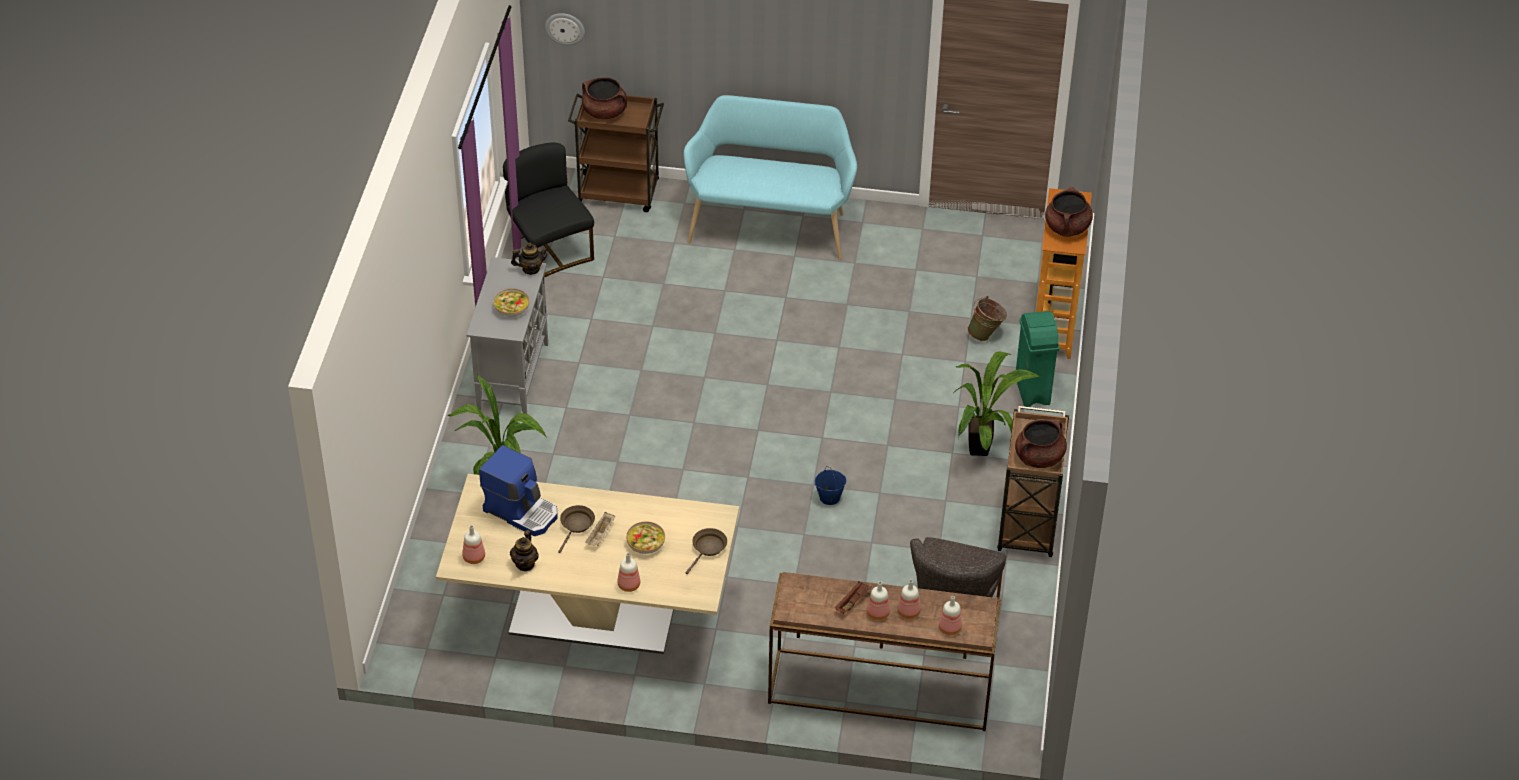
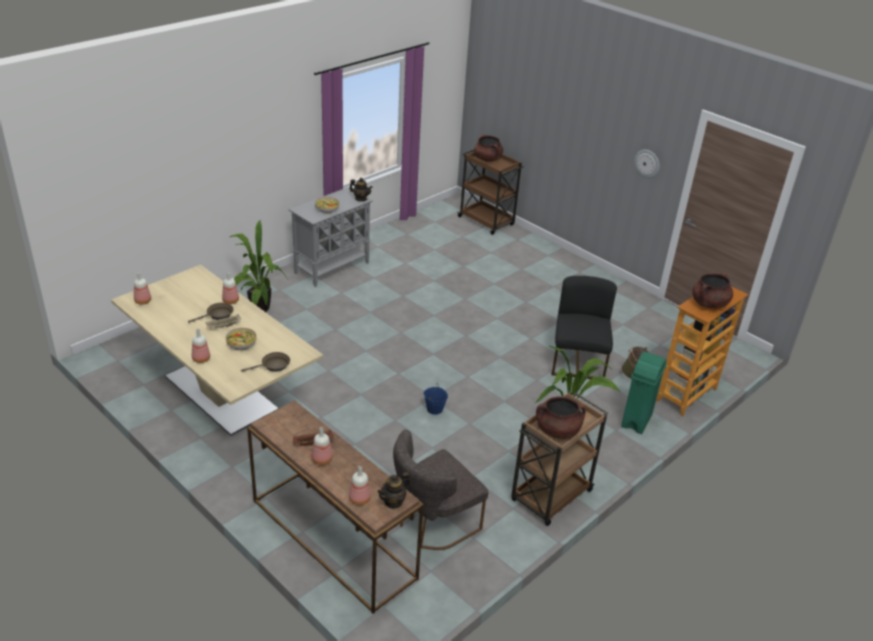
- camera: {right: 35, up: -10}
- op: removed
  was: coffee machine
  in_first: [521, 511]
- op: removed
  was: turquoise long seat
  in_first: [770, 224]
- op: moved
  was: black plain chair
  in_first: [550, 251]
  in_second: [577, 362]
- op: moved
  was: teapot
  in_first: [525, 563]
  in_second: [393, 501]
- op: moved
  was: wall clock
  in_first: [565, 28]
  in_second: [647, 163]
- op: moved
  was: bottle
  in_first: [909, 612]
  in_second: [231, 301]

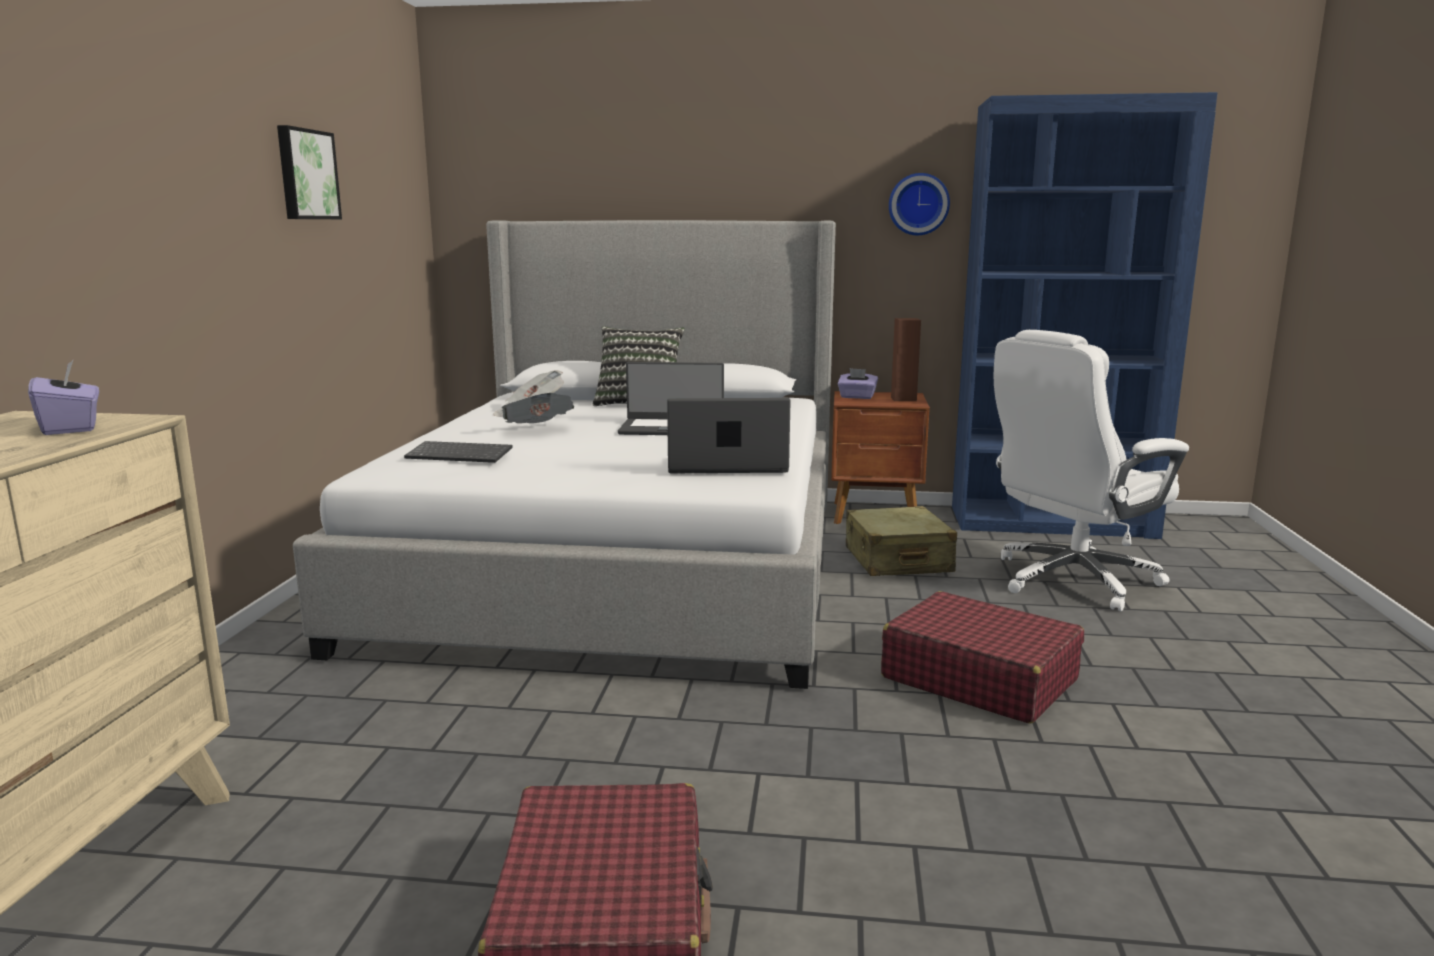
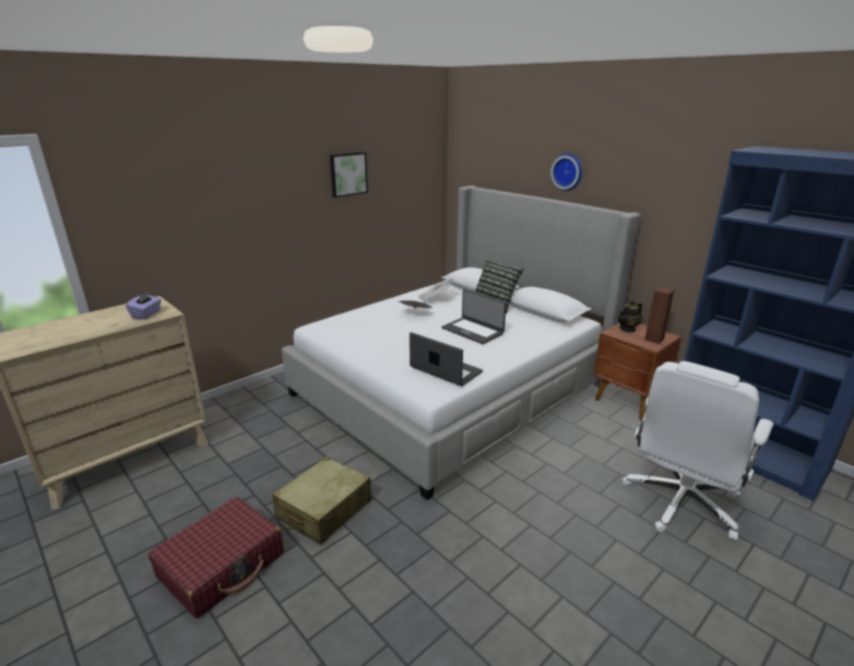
- camera: {right: 40, up: 10}
- op: removed
  was: computer keyboard
  in_first: [461, 454]
- op: removed
  was: red-coloured suitcase
  in_first: [978, 678]
- op: moved
  was: sand-coloured suitcase
  in_first: [897, 560]
  in_second: [324, 510]
- op: moved
  was: wall clock
  in_first: [918, 204]
  in_second: [568, 172]
- op: replaced
  was: purplish box of tissues
  now: teapot
  in_first: [857, 397]
  in_second: [627, 329]
- op: turned
  was: white-coloured desk chair
  in_first: [1072, 580]
  in_second: [681, 503]
  clockwise: -60

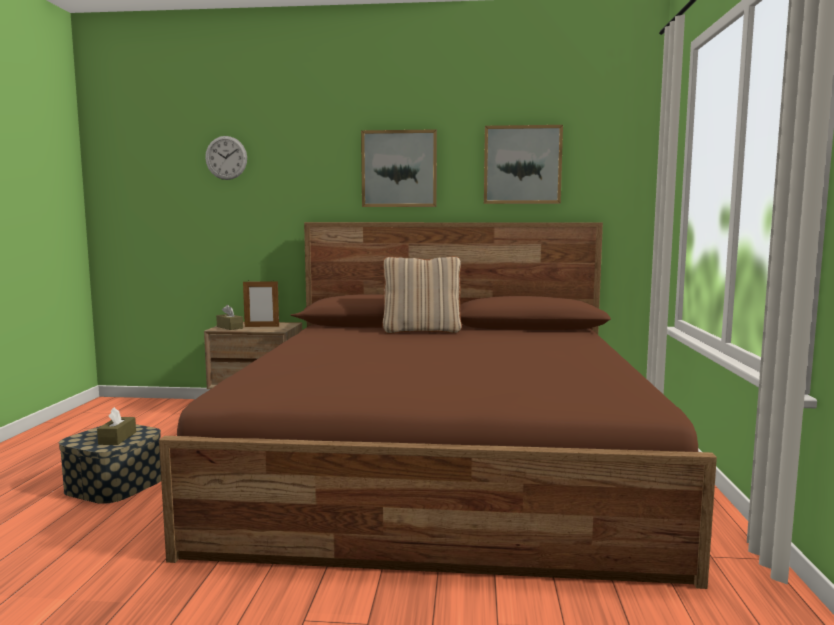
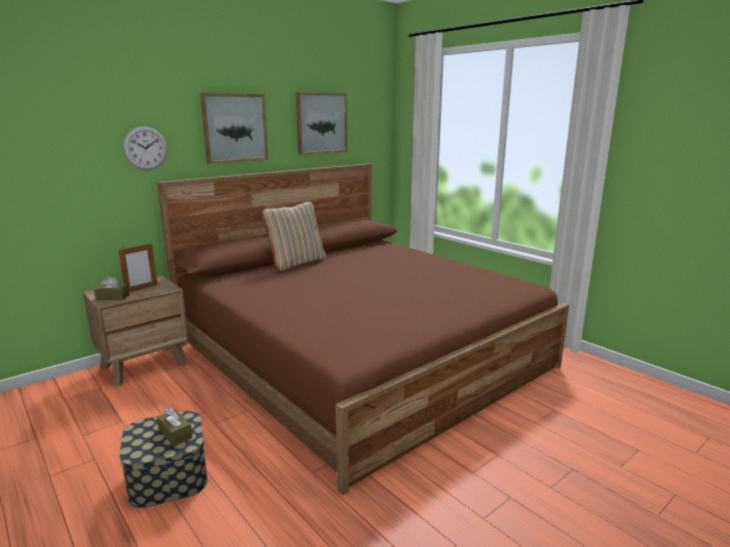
- camera: {right: -45, up: 10}
- op: moved
  was: wall clock
  in_first: [226, 158]
  in_second: [145, 148]

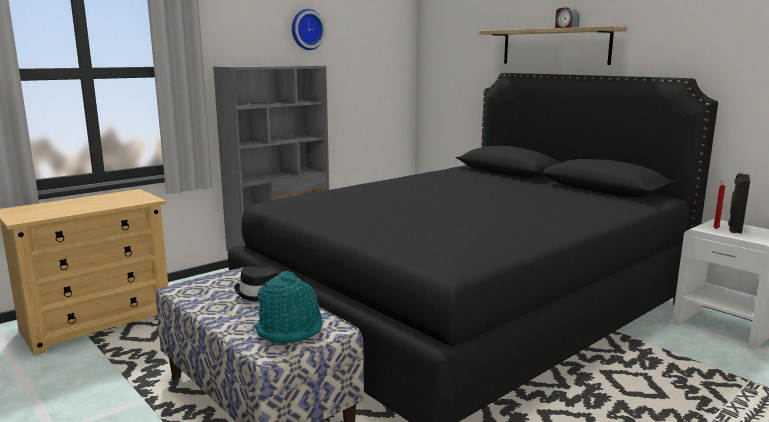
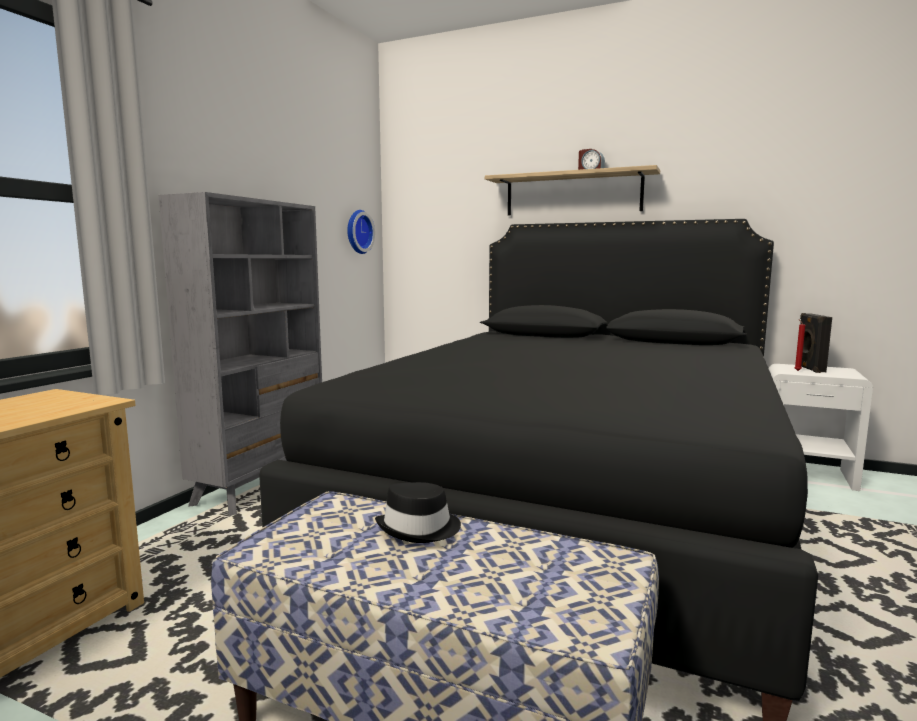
- camera: {right: -25, up: -5}
- op: removed
  was: turquoise clothing hat
  in_first: [290, 328]
- op: moved
  was: wall clock
  in_first: [306, 29]
  in_second: [357, 232]

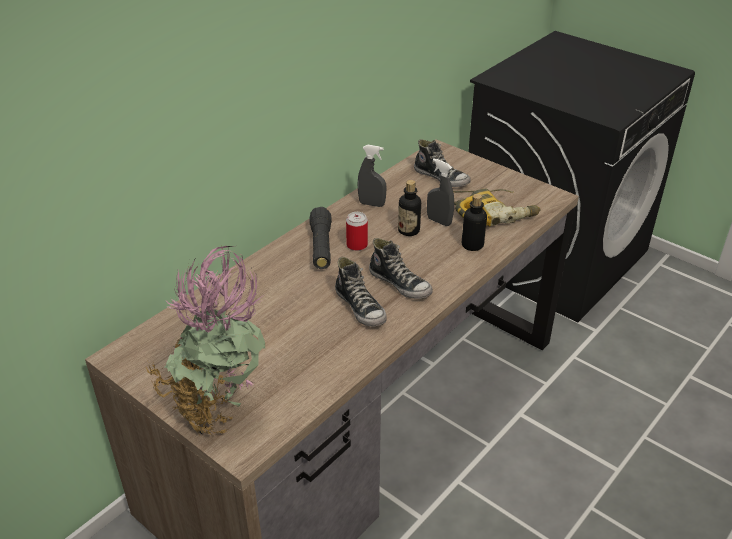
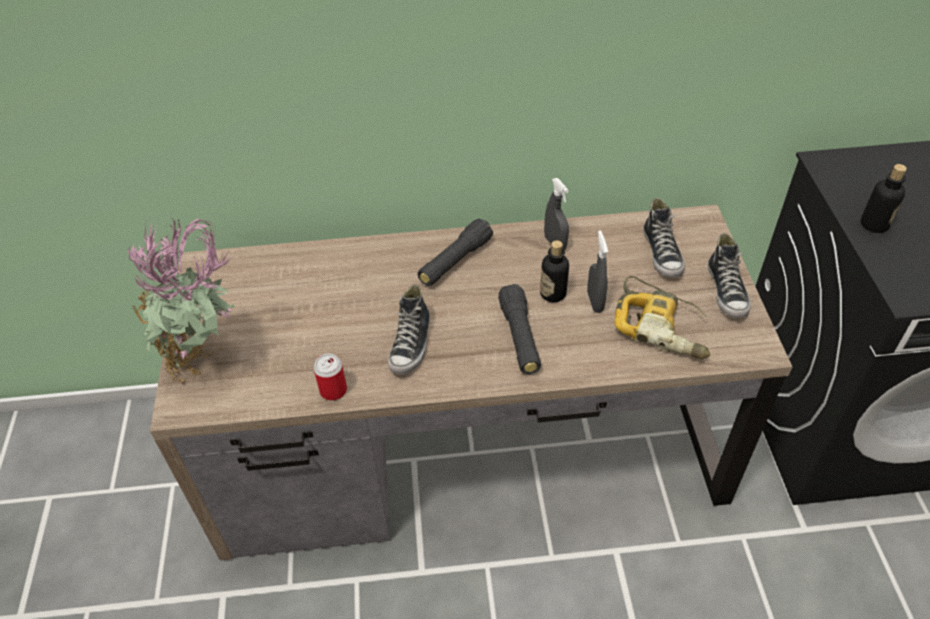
- camera: {right: 45, up: 10}
- op: added
  now: black flashlight
  in_second: [520, 337]
- op: moved
  was: sealed can
  in_first: [357, 245]
  in_second: [333, 390]
- op: moved
  was: low shoe
  in_first: [400, 284]
  in_second: [727, 292]
- op: moved
  was: bottle
  in_first: [472, 245]
  in_second: [874, 224]

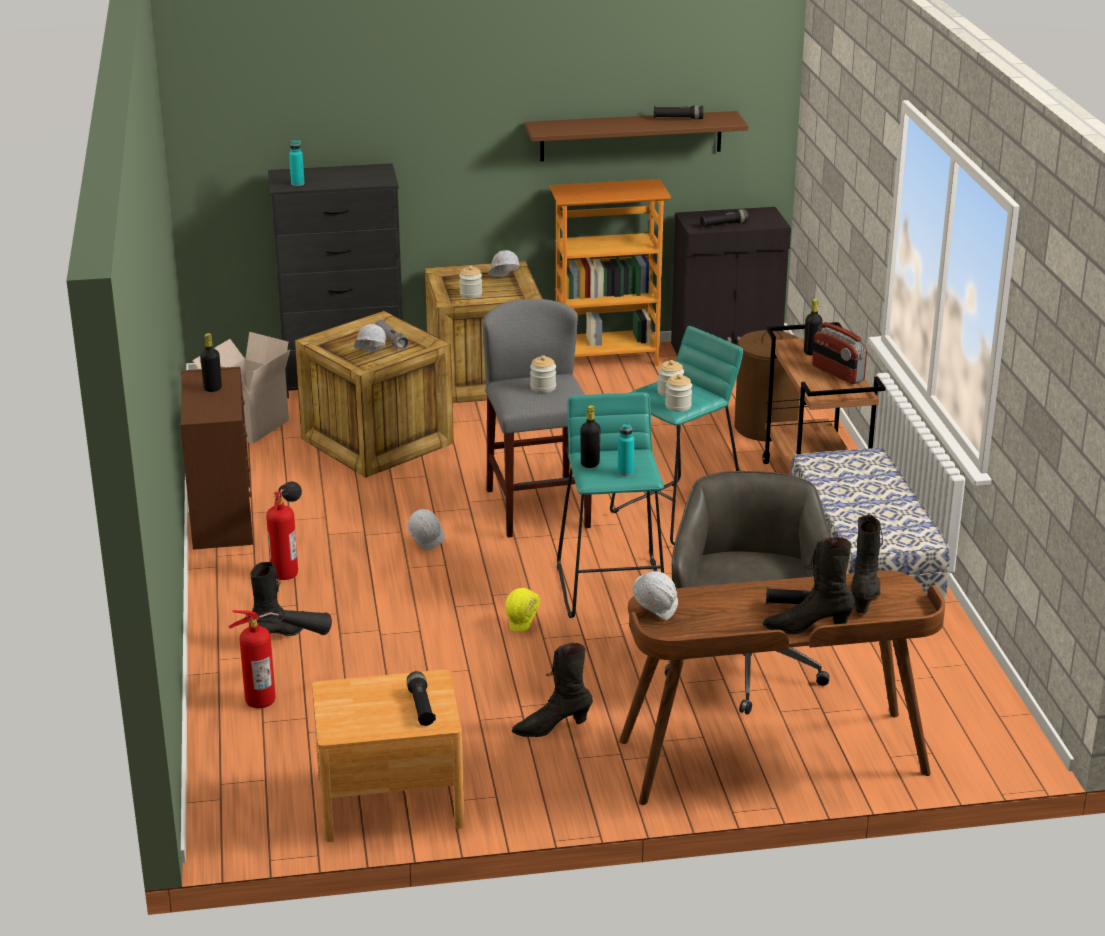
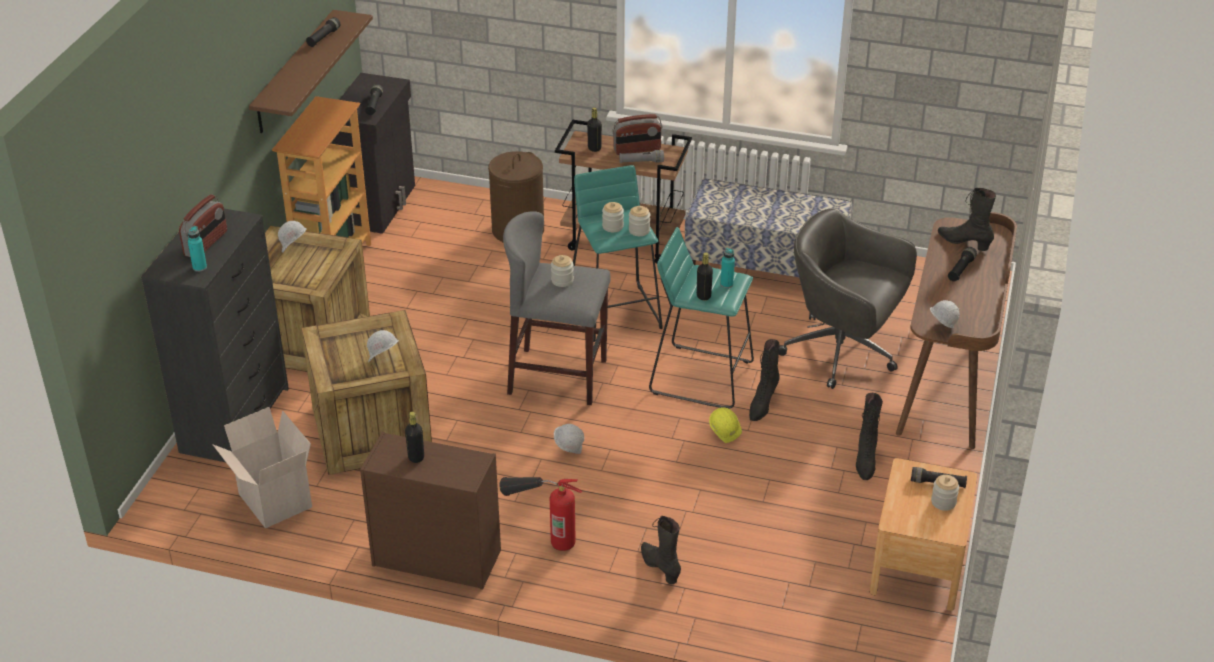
- camera: {right: -65, up: 10}
- op: removed
  was: fire extinguisher
  in_first: [285, 690]
- op: added
  now: radio
  in_second: [206, 243]
- op: moved
  was: gray flashlight
  in_first: [391, 340]
  in_second: [641, 162]
- op: moved
  was: storage jar
  in_first: [471, 294]
  in_second: [943, 502]
- op: moved
  was: black high-top boot
  in_first: [807, 627]
  in_second: [762, 404]

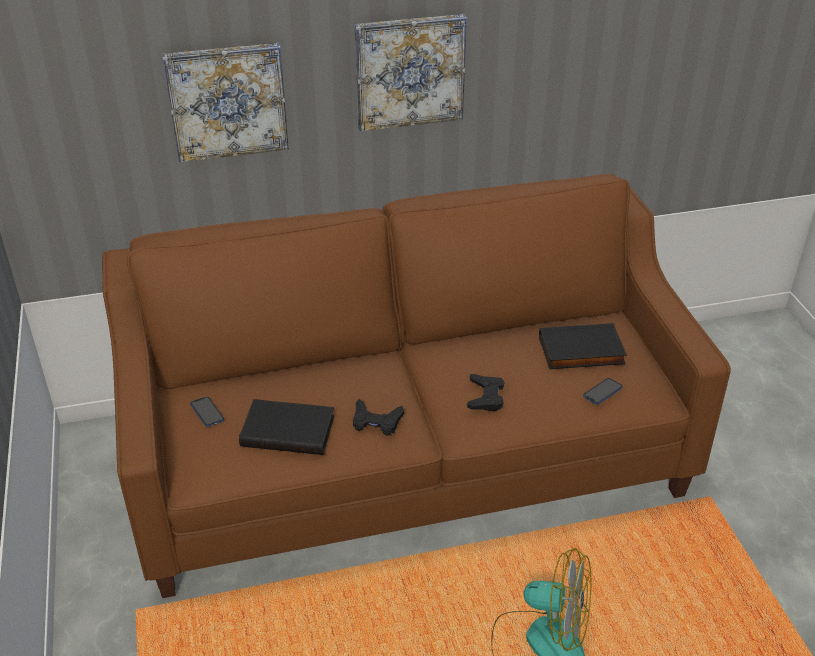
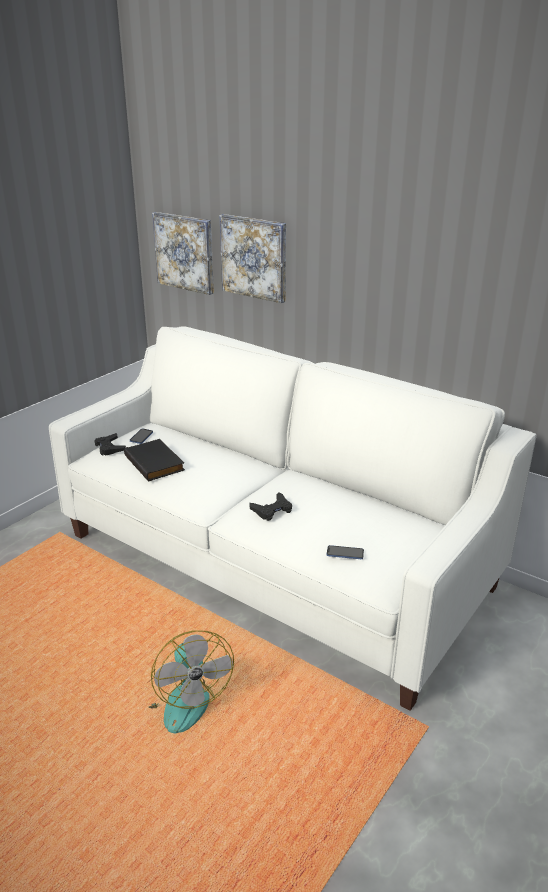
- camera: {right: 50, up: -10}
- op: removed
  was: black book
  in_first: [581, 352]
- op: moved
  was: black game controller
  in_first: [376, 421]
  in_second: [109, 448]
- op: moved
  was: picture
  in_first: [409, 71]
  in_second: [185, 252]
- op: recoloured
  was: brown-coloured couch
  now: white-coloured couch
  in_first: [407, 457]
  in_second: [275, 560]

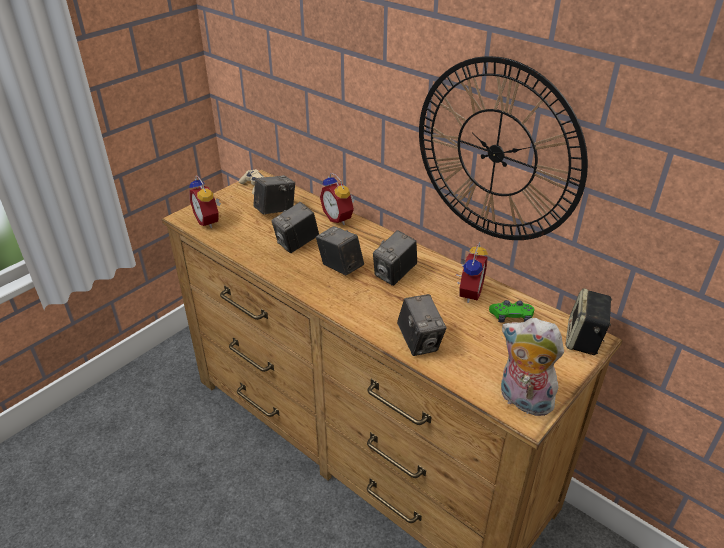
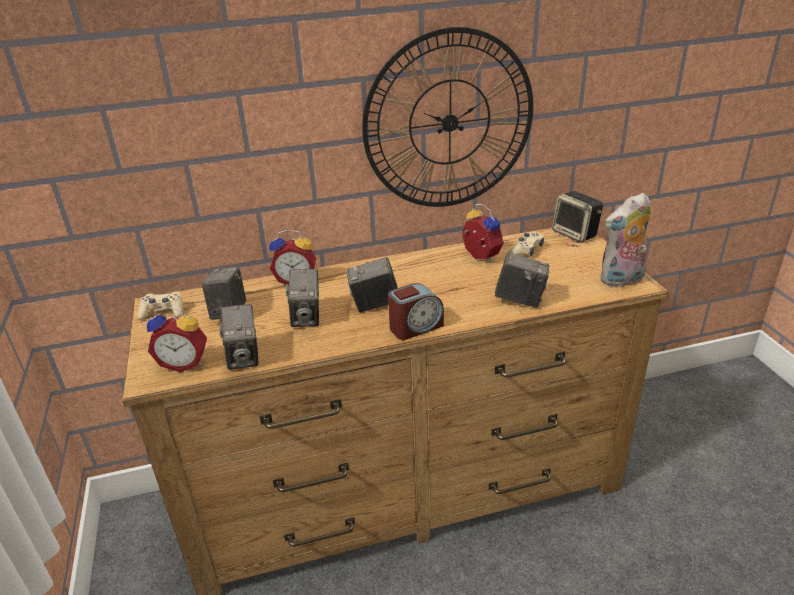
- camera: {right: -55, up: -5}
- op: added
  now: bedside clock
  in_second: [415, 327]
- op: moved
  was: still camera
  in_first: [394, 275]
  in_second: [244, 357]
- op: recoloured
  was: green game controller
  now: sand-coloured game controller
  in_first: [511, 317]
  in_second: [526, 250]

